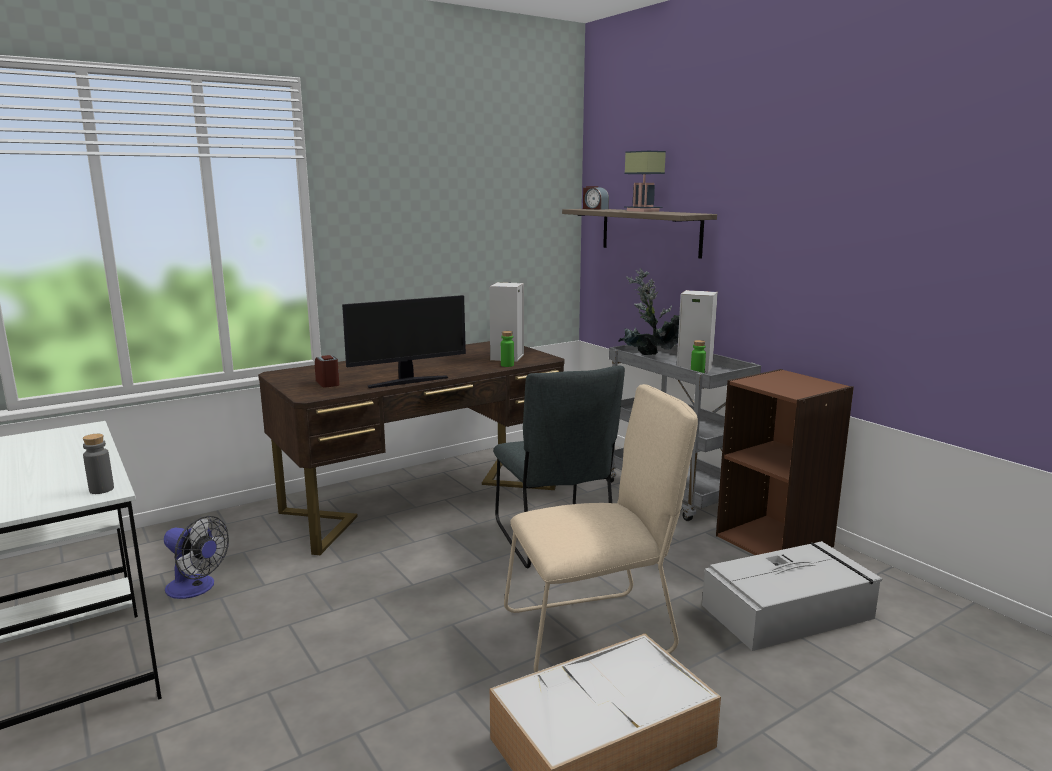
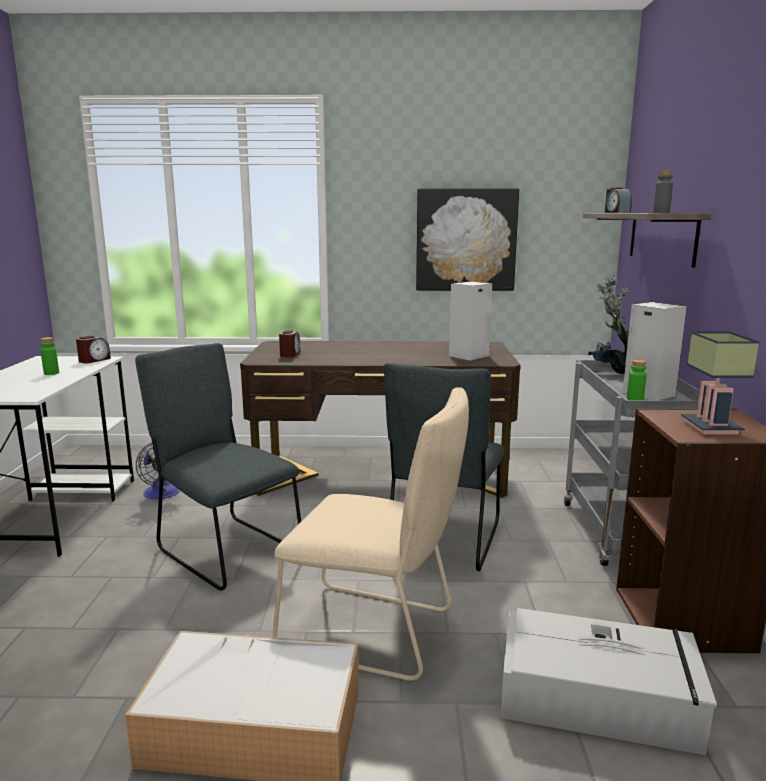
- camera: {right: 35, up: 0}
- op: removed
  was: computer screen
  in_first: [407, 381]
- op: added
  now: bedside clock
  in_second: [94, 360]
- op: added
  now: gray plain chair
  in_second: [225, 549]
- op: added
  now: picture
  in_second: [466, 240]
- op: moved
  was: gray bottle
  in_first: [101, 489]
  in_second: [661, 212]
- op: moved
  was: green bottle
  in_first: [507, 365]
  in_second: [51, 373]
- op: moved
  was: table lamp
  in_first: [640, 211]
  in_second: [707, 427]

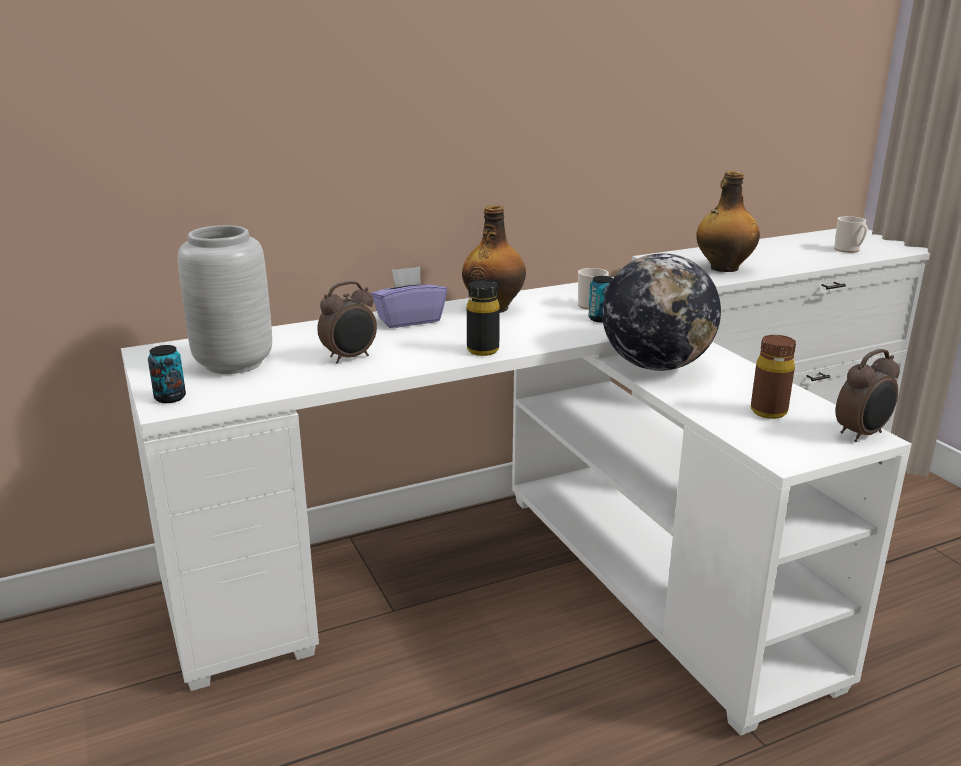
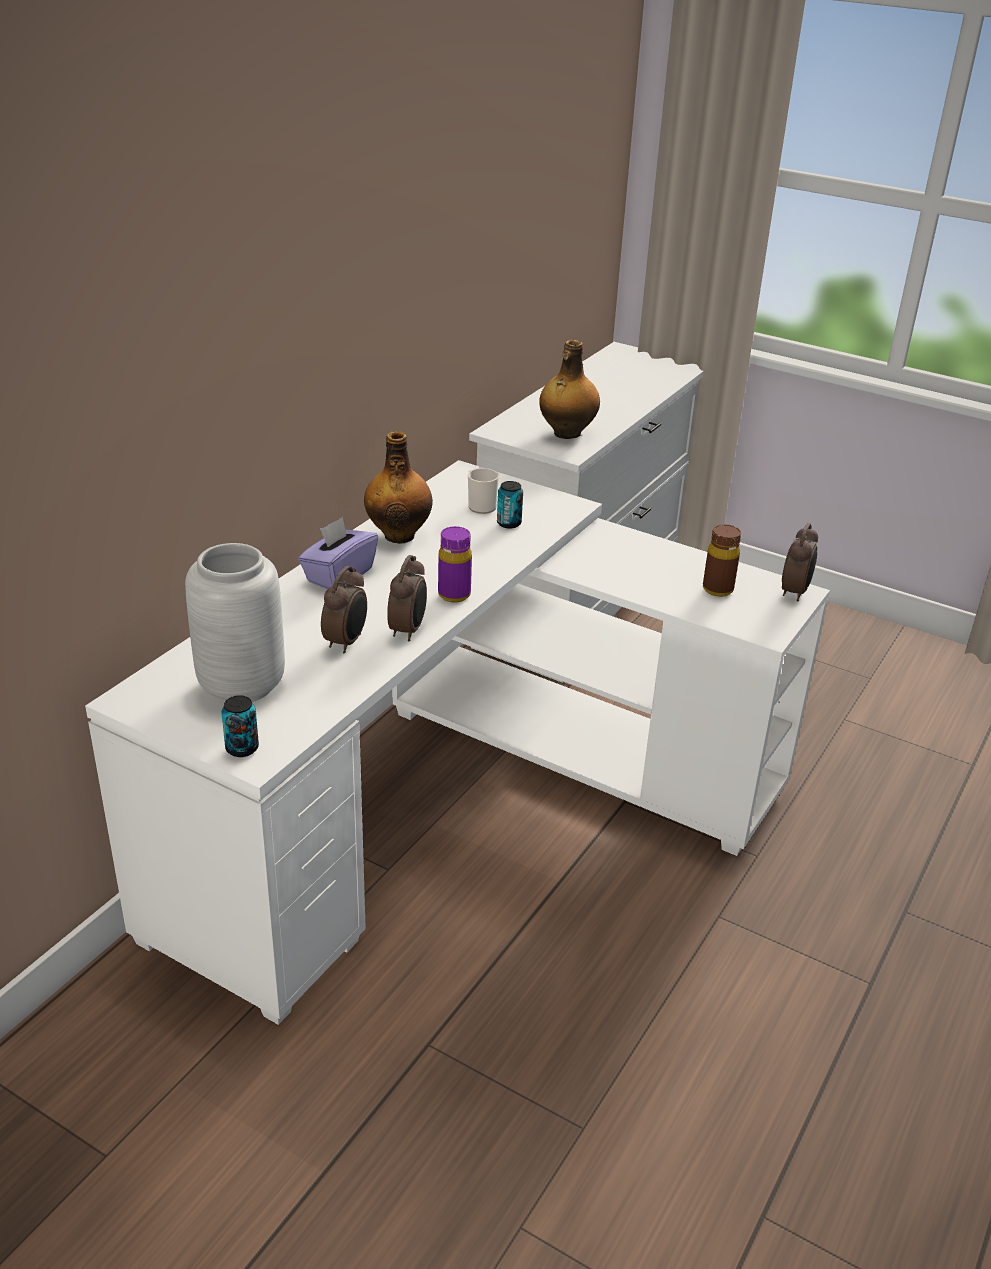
- camera: {right: -35, up: 10}
- op: removed
  was: globe
  in_first: [655, 366]
- op: removed
  was: mug
  in_first: [849, 250]
- op: added
  now: bedside clock
  in_second: [408, 630]
- op: recoloured
  was: black bottle
  now: purplish bottle
  in_first: [483, 350]
  in_second: [454, 595]

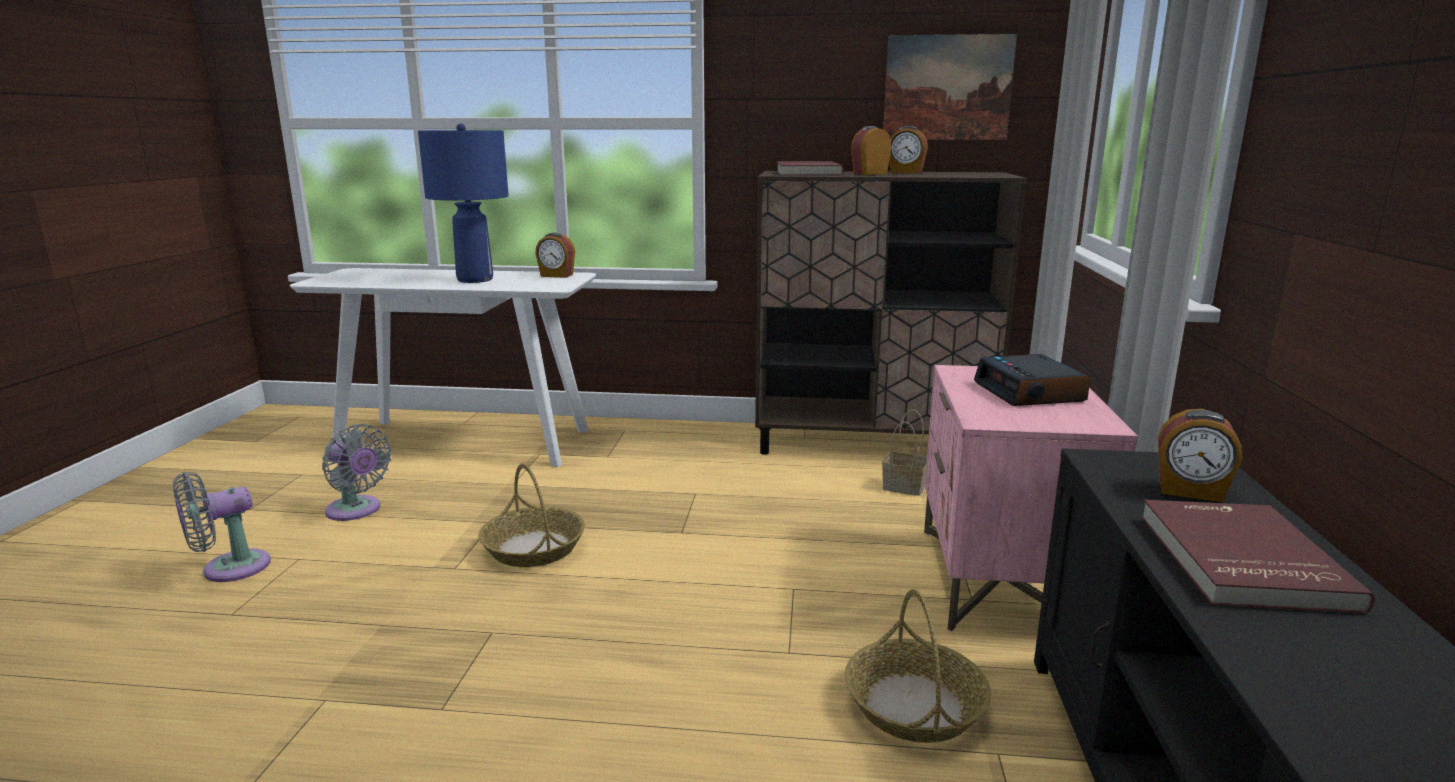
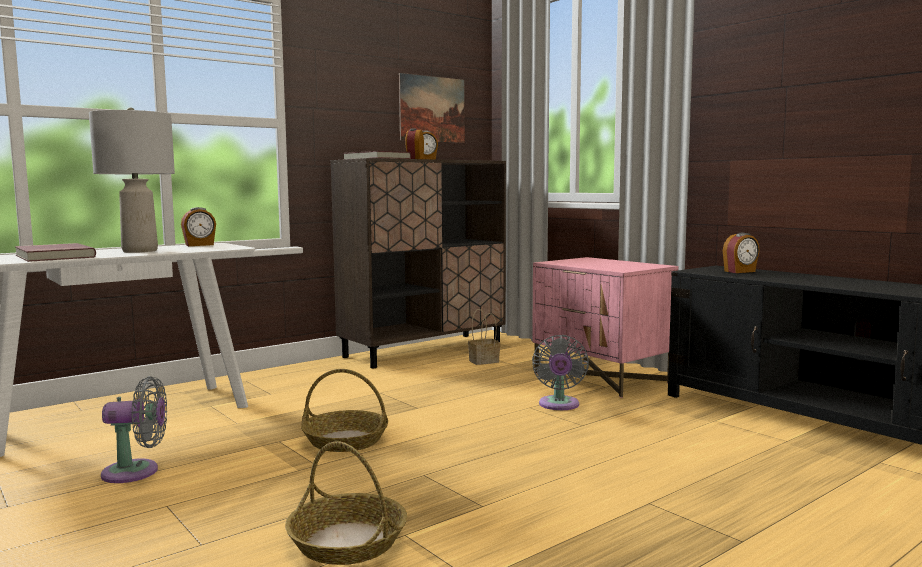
- camera: {right: -45, up: -10}
- op: removed
  was: bedside clock
  in_first: [1030, 392]
- op: moved
  was: gray electric fan
  in_first: [229, 569]
  in_second: [559, 405]
- op: moved
  was: household basket
  in_first: [915, 706]
  in_second: [348, 542]
- op: moved
  was: red-coloured book
  in_first: [1238, 560]
  in_second: [53, 256]
- op: recoloured
  was: bluish table lamp
  now: gray table lamp
  in_first: [474, 280]
  in_second: [139, 251]

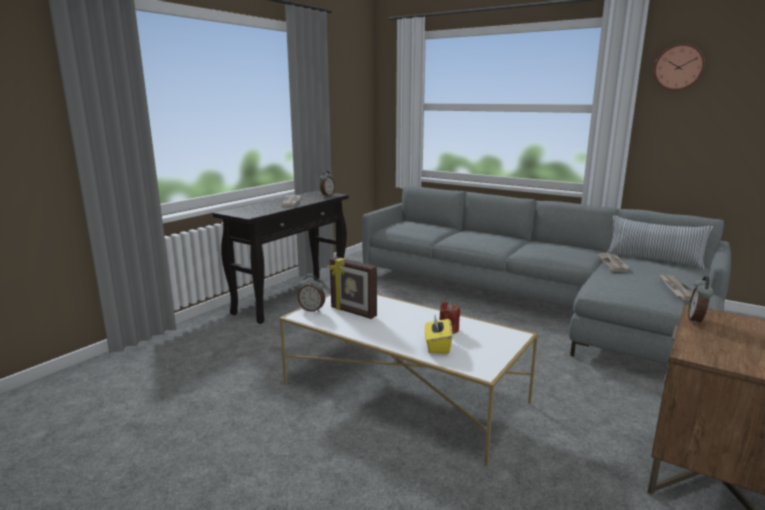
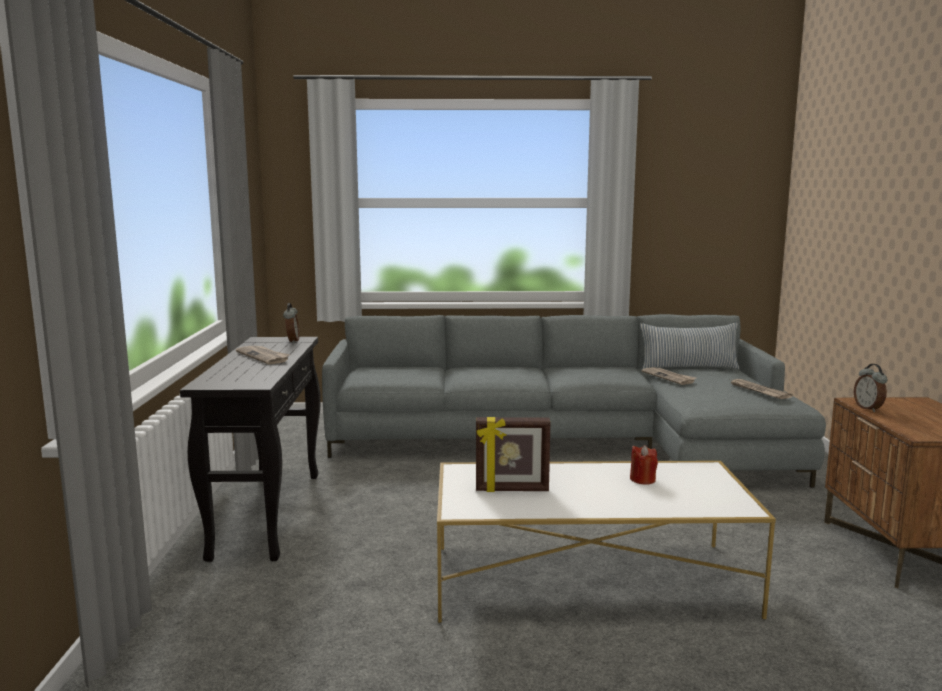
- camera: {right: -35, up: -5}
- op: removed
  was: bedside clock
  in_first: [312, 310]
- op: removed
  was: yellowish box of tissues
  in_first: [437, 346]
- op: removed
  was: wall clock
  in_first: [679, 67]

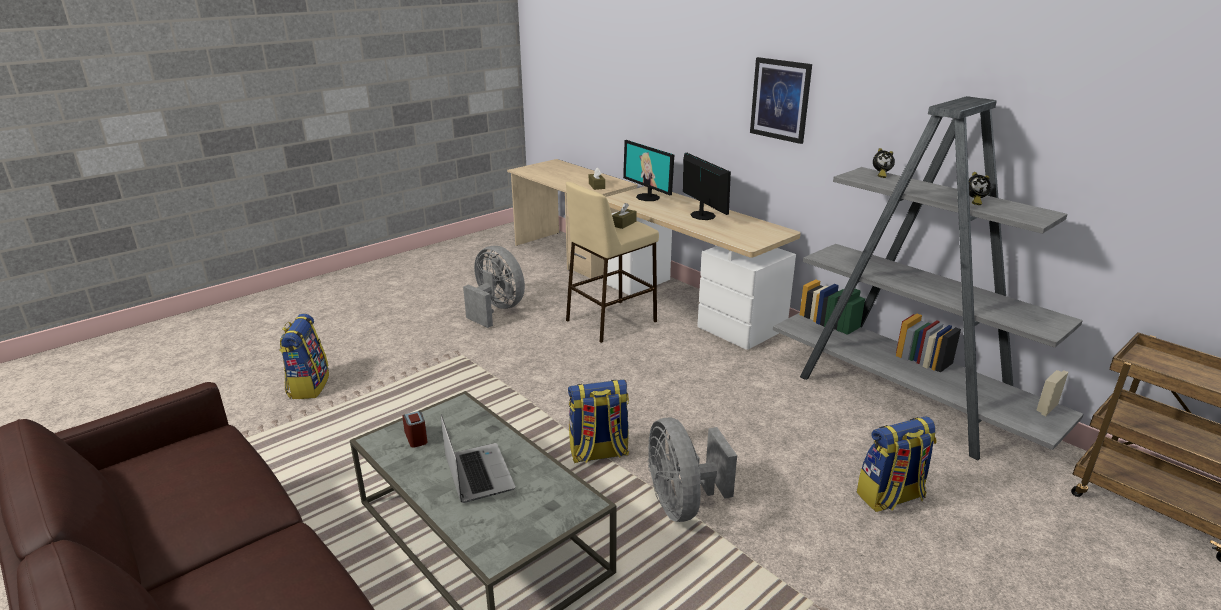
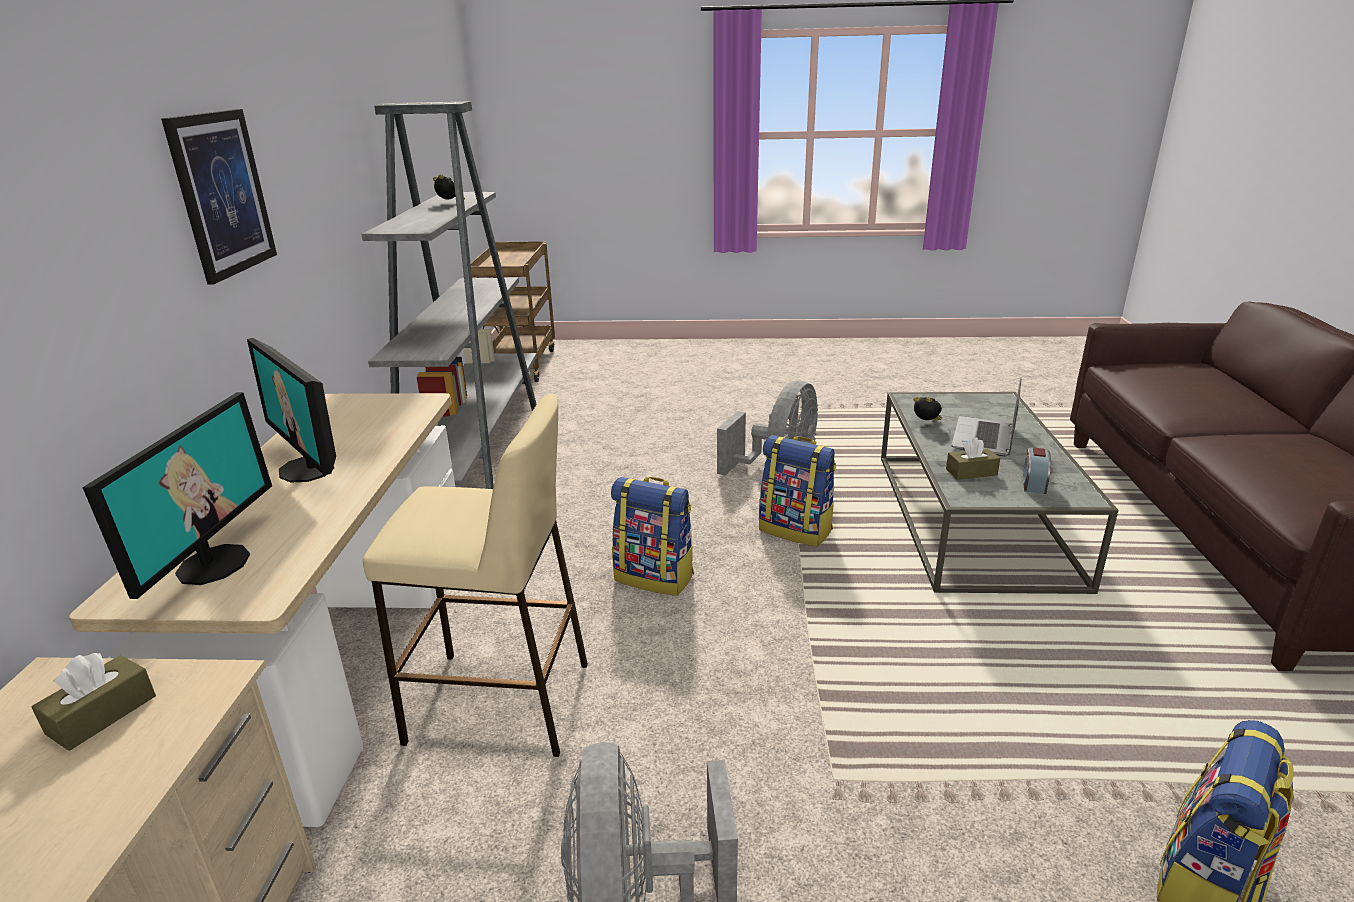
- camera: {right: -135, up: 0}
- op: moved
  was: brown-coloured box of tissues
  in_first: [623, 223]
  in_second: [971, 472]
- op: moved
  was: backpack
  in_first: [890, 497]
  in_second: [655, 577]
- op: moved
  was: bedside clock
  in_first: [880, 175]
  in_second: [926, 423]
- op: turned
  was: computer screen
  in_first: [702, 215]
  in_second: [308, 469]
  clockwise: -60

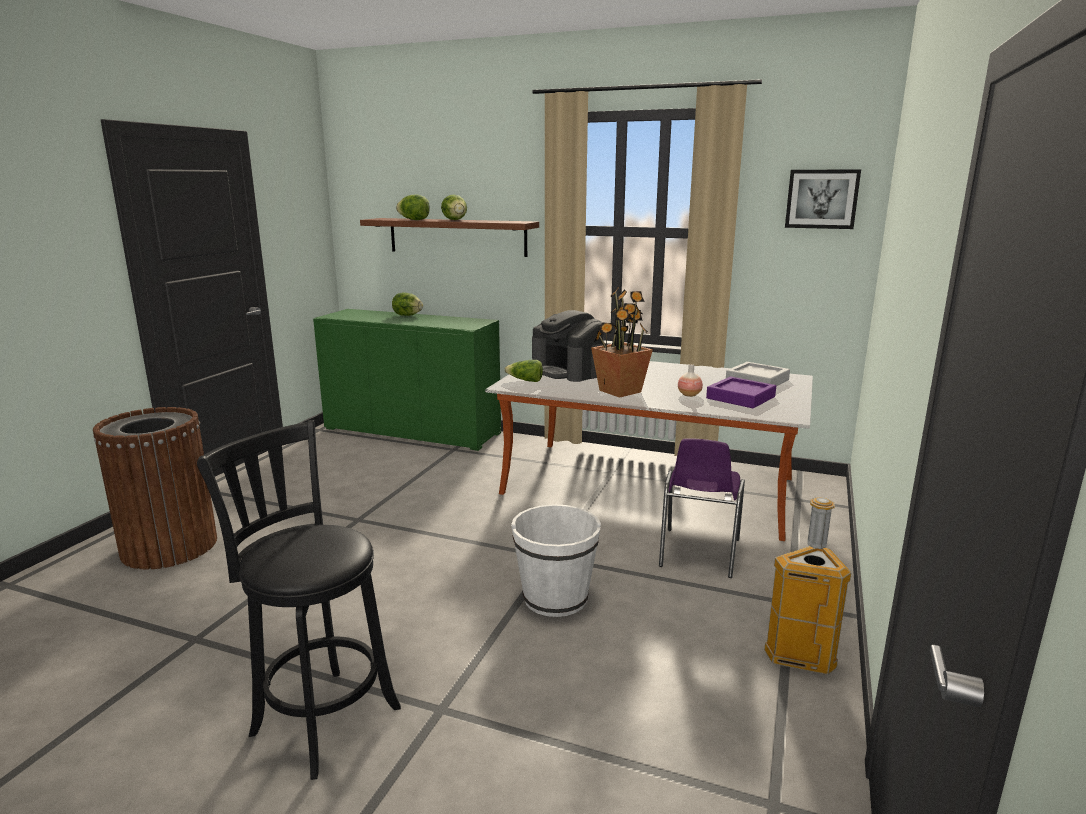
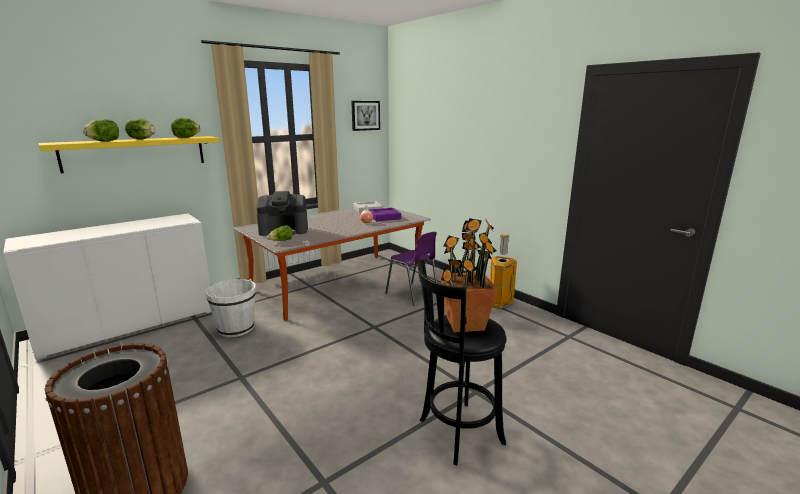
- camera: {right: -60, up: 0}
- op: moved
  was: lettuce
  in_first: [407, 315]
  in_second: [186, 137]
- op: moved
  was: white-coloured bucket
  in_first: [555, 598]
  in_second: [236, 328]
- op: moved
  was: plant in a pot
  in_first: [620, 391]
  in_second: [464, 323]
- op: recoloured
  was: green storage cabinet
  now: white-coloured storage cabinet
  in_first: [412, 431]
  in_second: [130, 324]
- op: recoloured
  was: brown-coloured bracket shelf
  now: yellowish bracket shelf
  in_first: [457, 236]
  in_second: [135, 153]

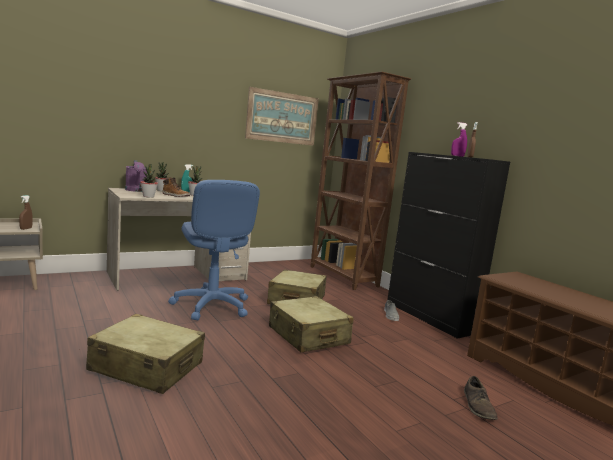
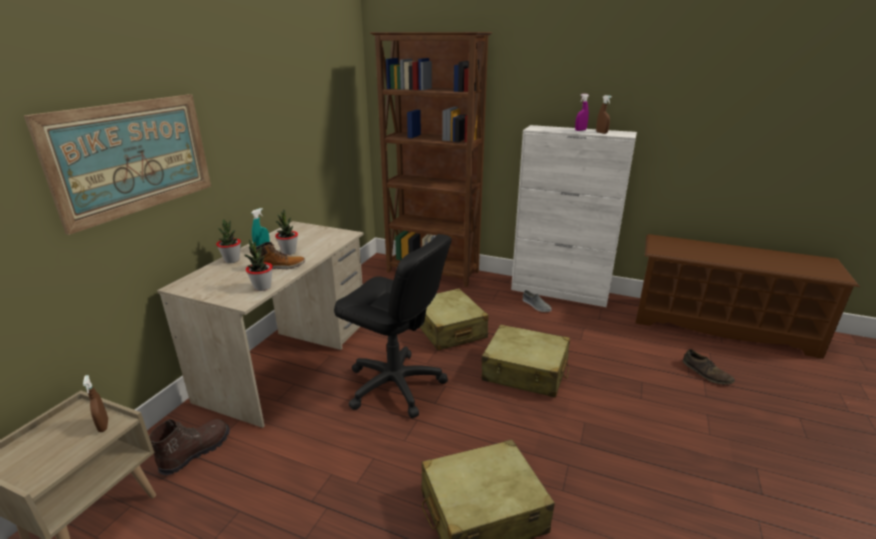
- camera: {right: -35, up: 15}
- op: removed
  was: purplish watering pot
  in_first: [136, 190]
- op: added
  now: brown-coloured high-top boot
  in_second: [195, 452]
- op: moved
  was: picture
  in_first: [282, 117]
  in_second: [133, 157]
- op: recoloured
  was: bluish desk chair
  now: black desk chair
  in_first: [211, 306]
  in_second: [395, 385]
- op: recoloured
  was: black storage cabinet
  now: white-coloured storage cabinet
  in_first: [429, 317]
  in_second: [560, 292]

